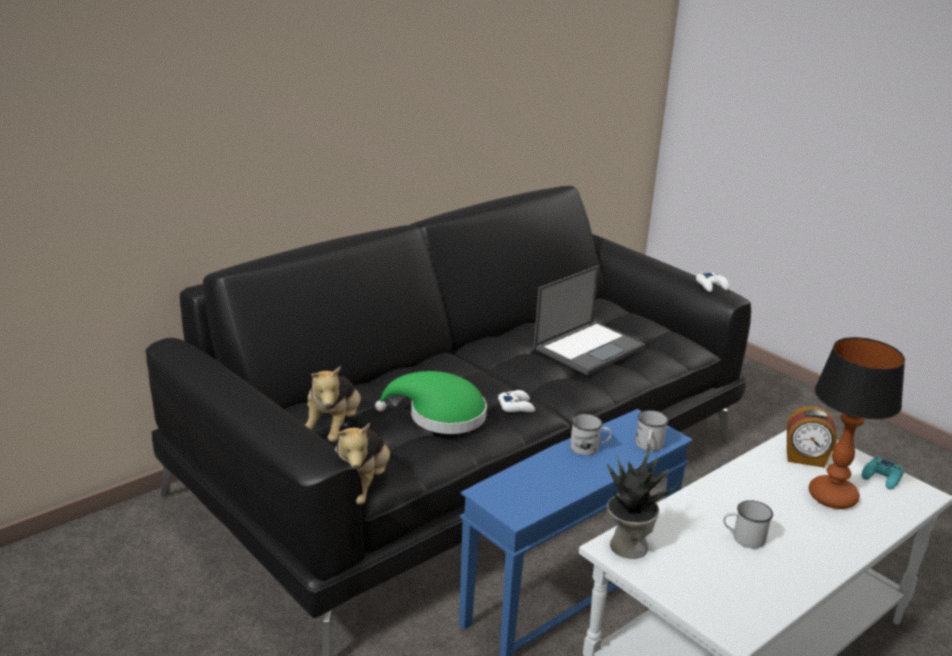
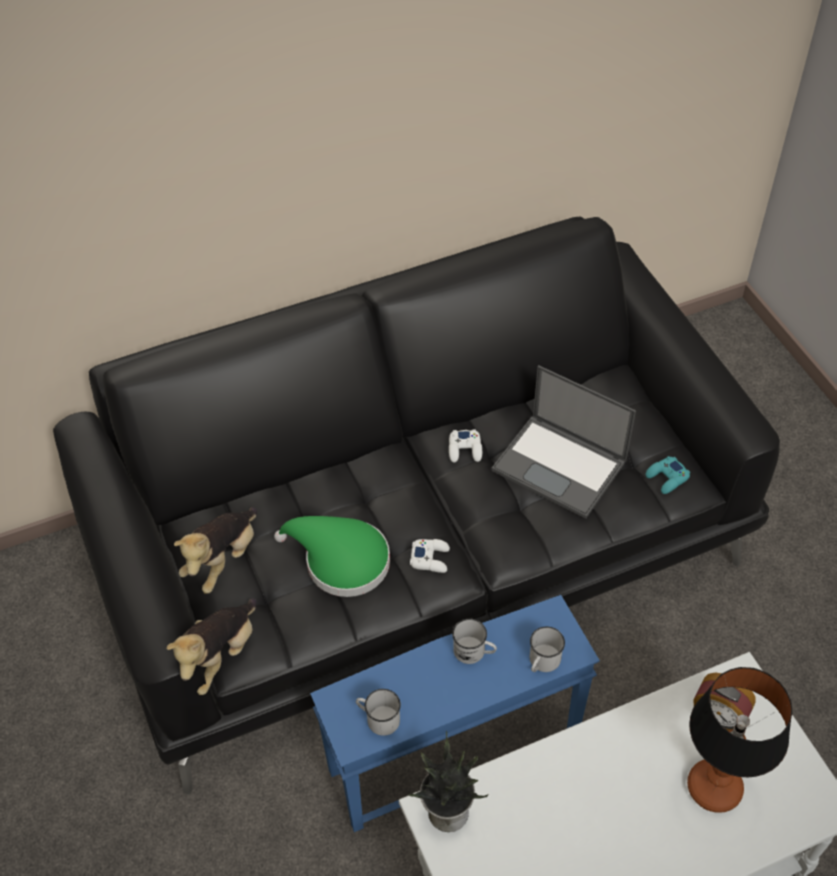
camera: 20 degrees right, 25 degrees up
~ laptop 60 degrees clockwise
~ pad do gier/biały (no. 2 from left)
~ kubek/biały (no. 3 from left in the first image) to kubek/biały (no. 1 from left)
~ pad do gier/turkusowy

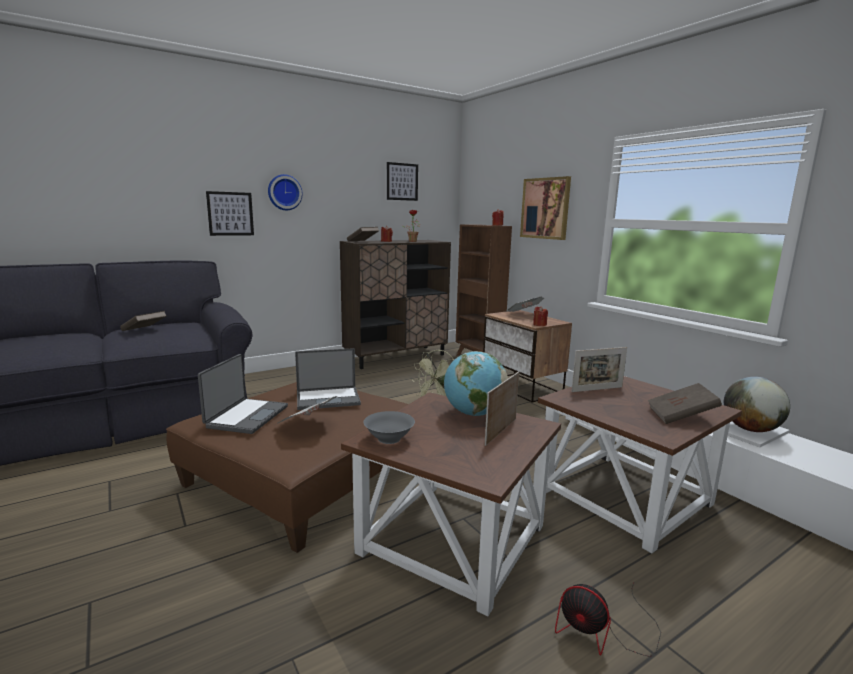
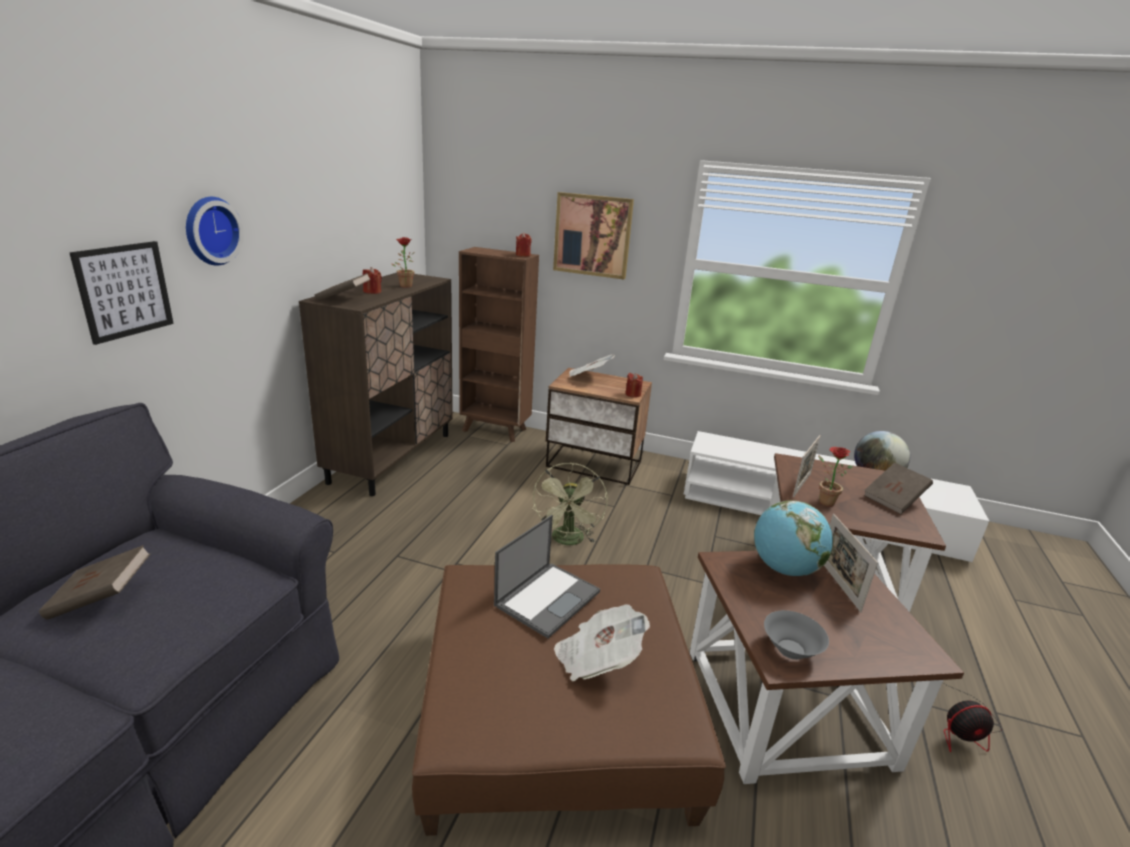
camera: 40 degrees left, 10 degrees up
- laptop (no. 1 from left)
- obraz (no. 2 from left)
+ roślina doniczkowa (no. 2 from left)

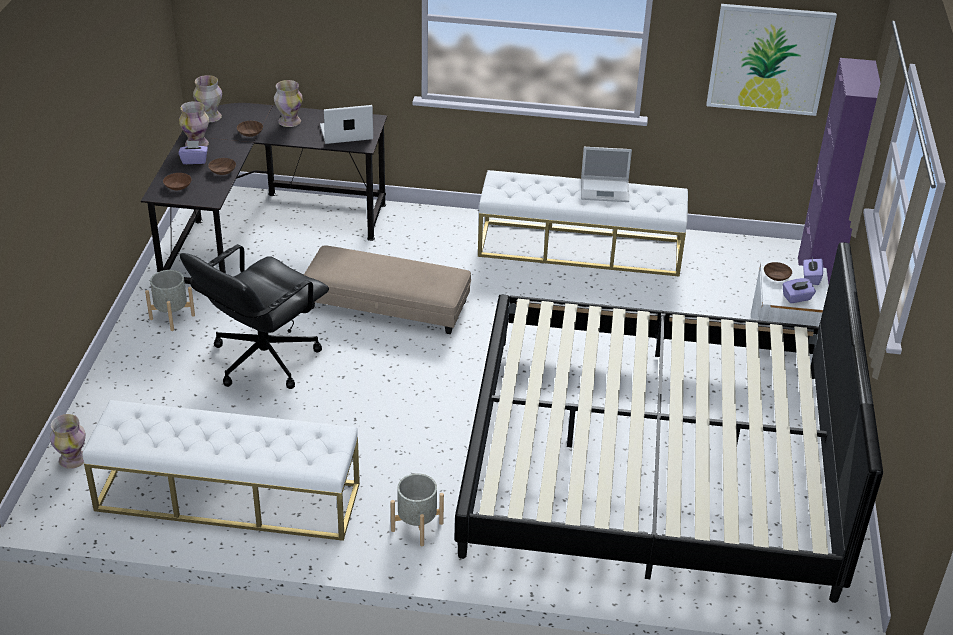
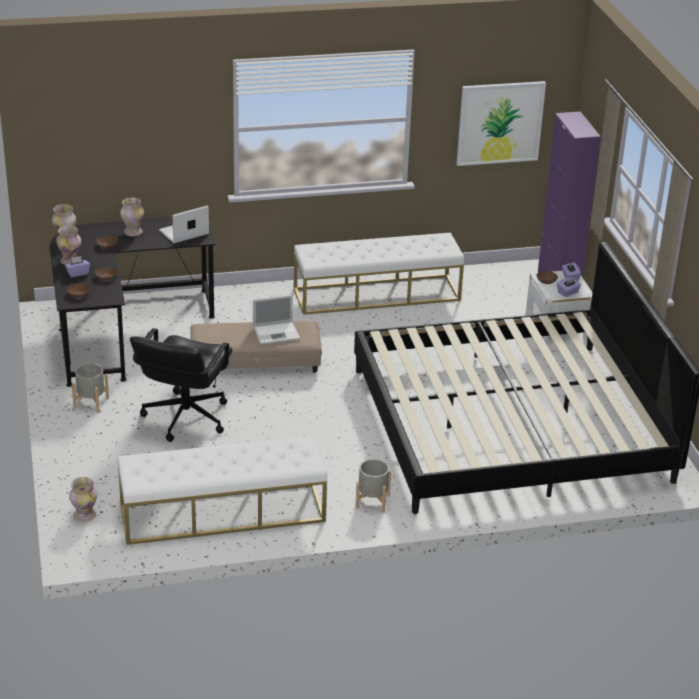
camera: 20 degrees left, 5 degrees down
~ laptop (no. 2 from left)

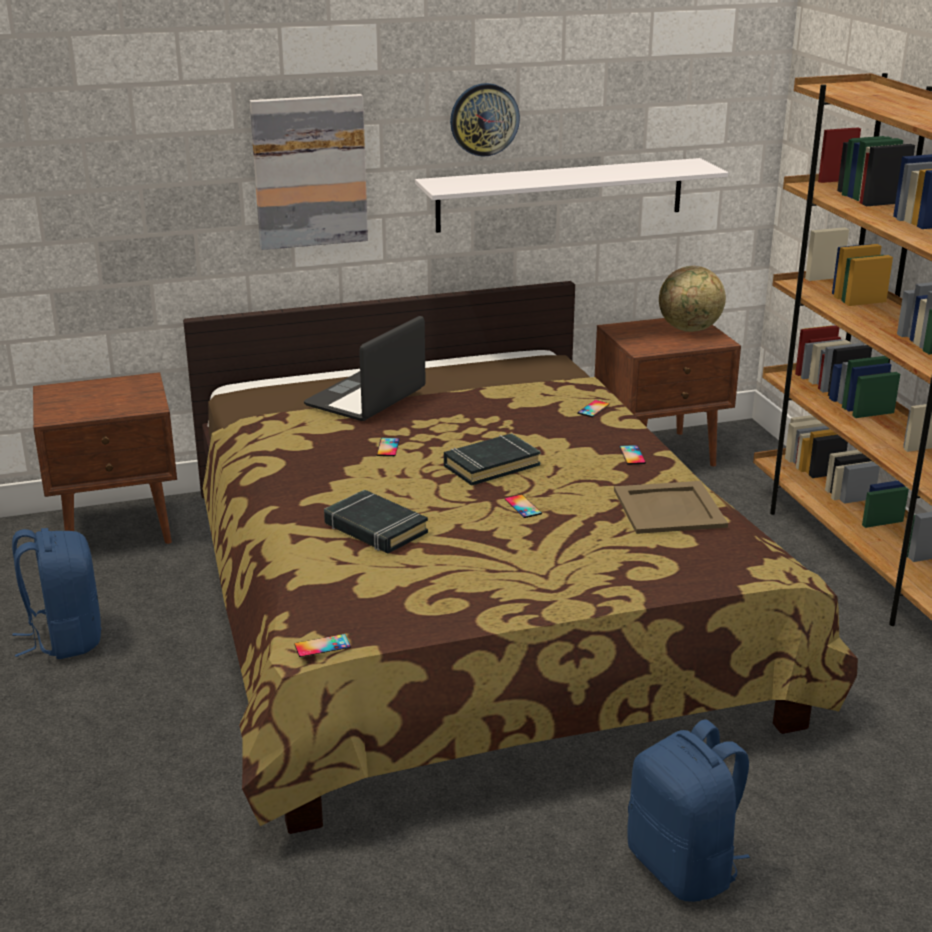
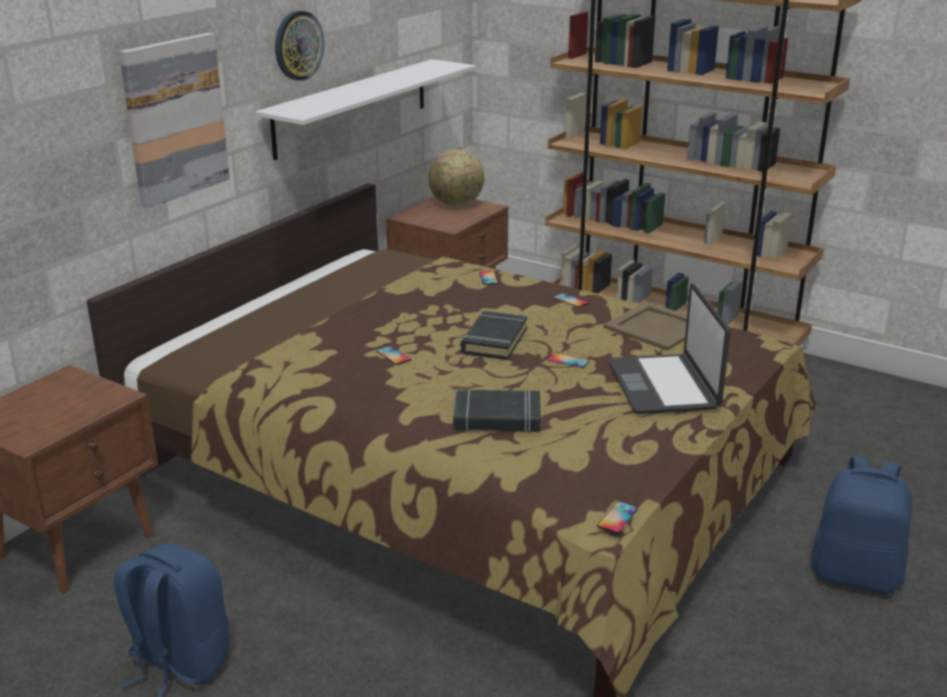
camera: 40 degrees left, 0 degrees up
~ laptop

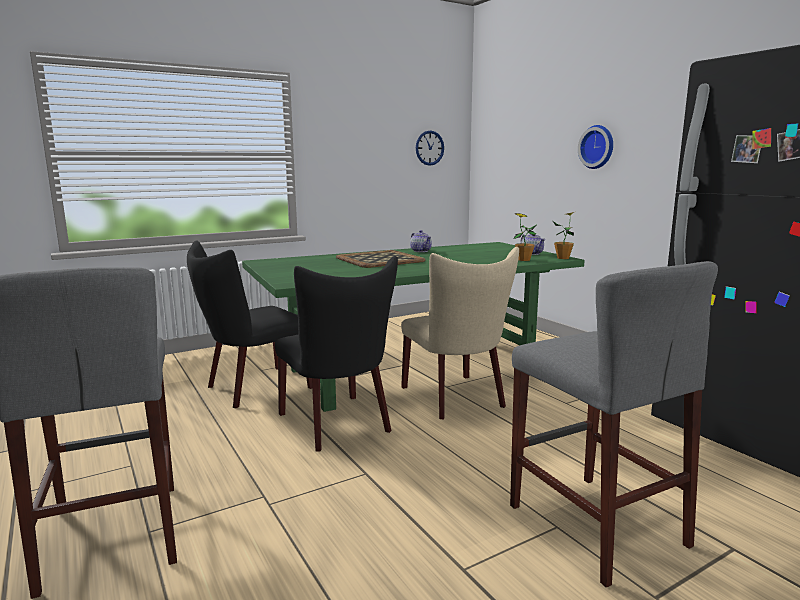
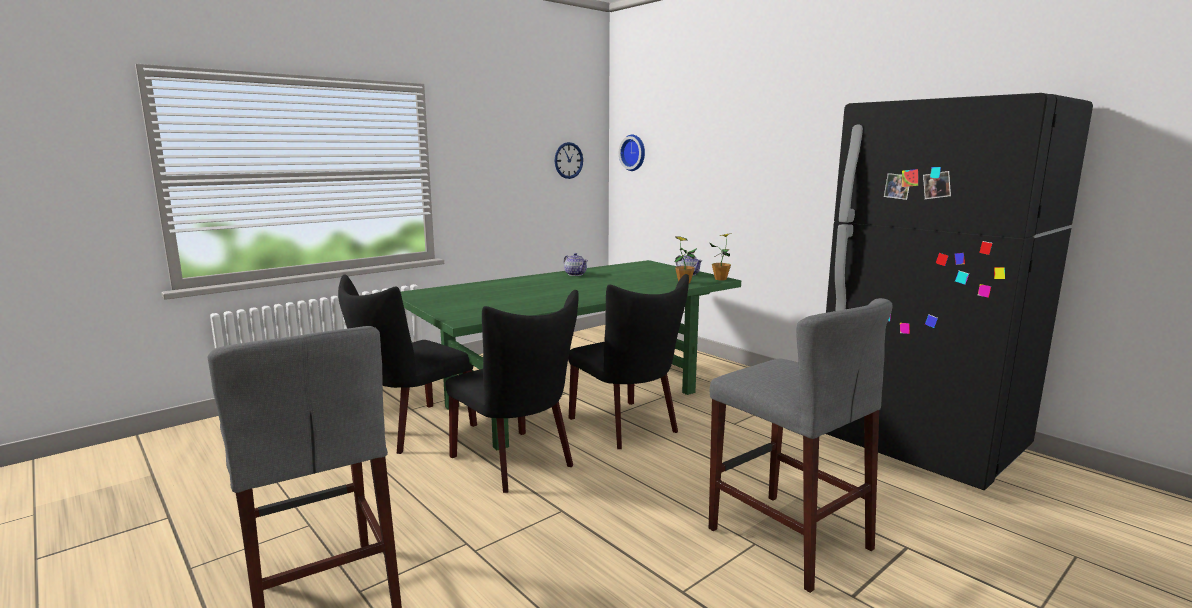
camera: 10 degrees left, 0 degrees up
- taca
~ krzesło/beżowy to krzesło/czarny (no. 3 from left)
~ zegar ścienny (no. 2 from left)

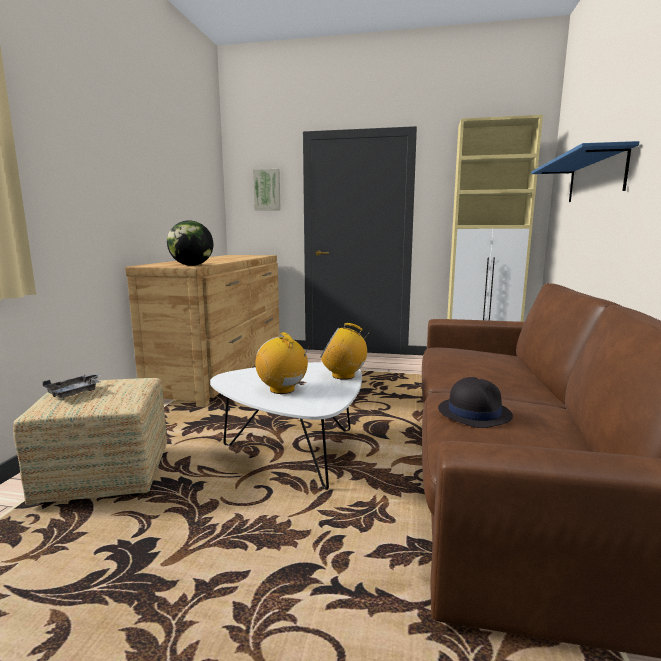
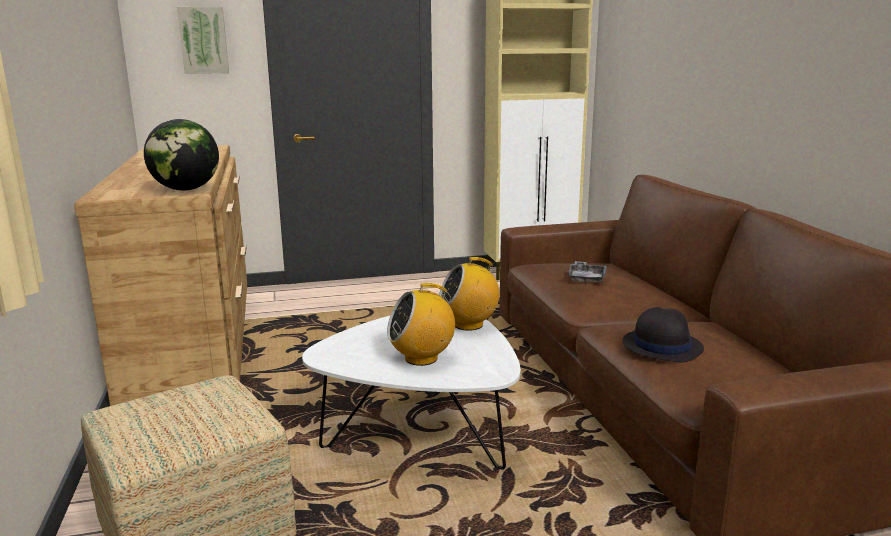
camera: 25 degrees left, 5 degrees up
~ taca/szary
~ radio (no. 1 from left) 45 degrees counterclockwise
- półka/niebieski

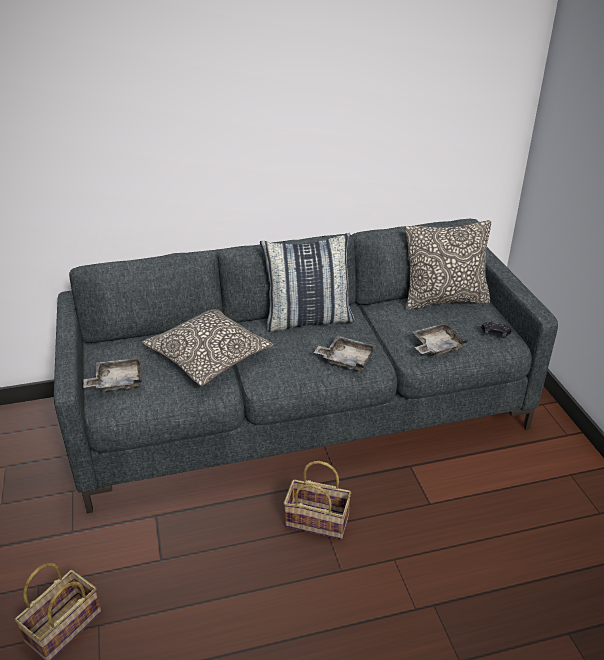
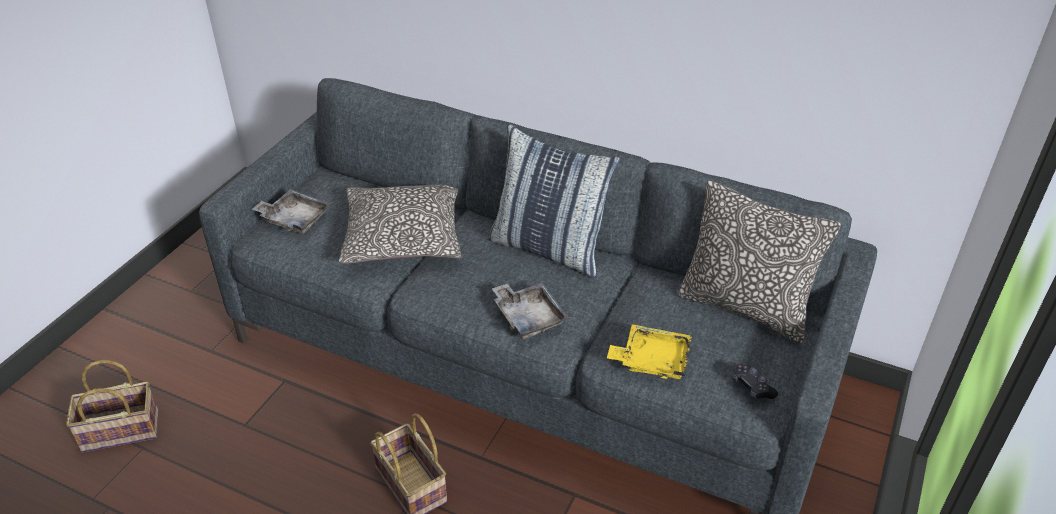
camera: 40 degrees right, 5 degrees up
~ taca/szary (no. 3 from left) to taca/żółty

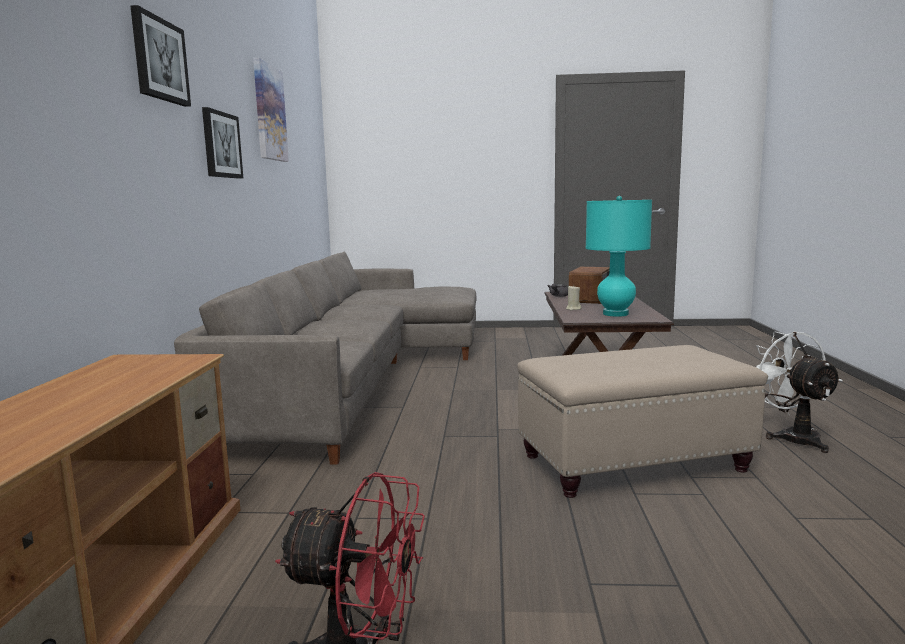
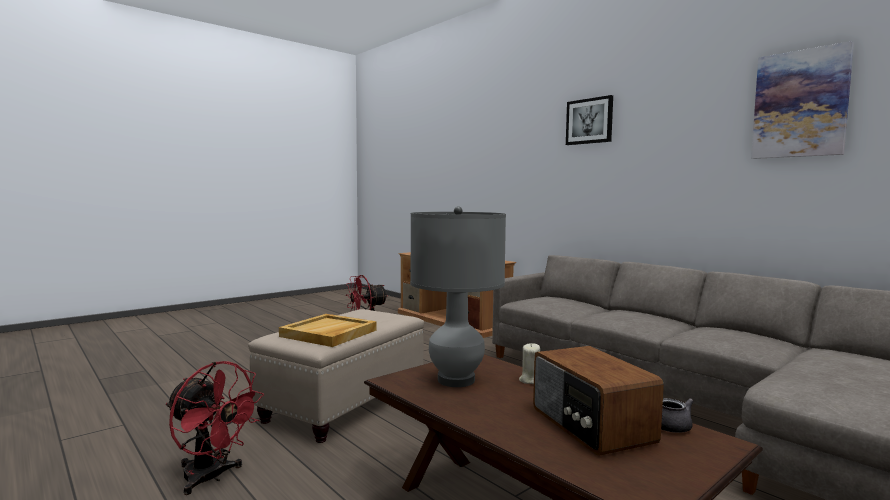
camera: 135 degrees right, 5 degrees down
- obraz (no. 2 from left)
~ lampa stołowa/turkusowy to lampa stołowa/szary
~ wentylator/biały to wentylator/czerwony (no. 1 from left)
+ taca/beżowy

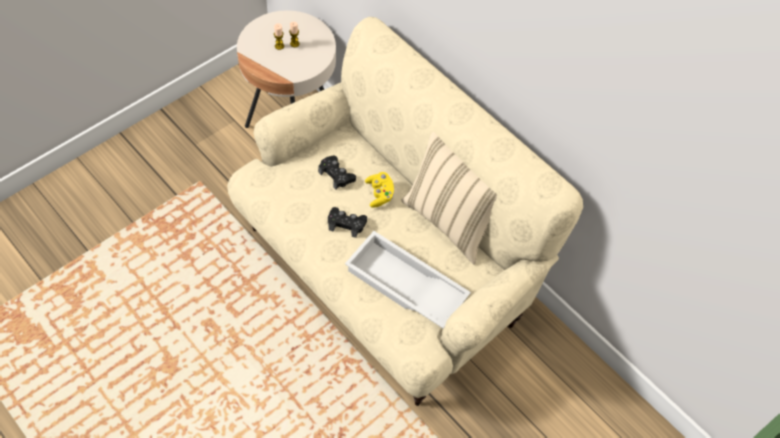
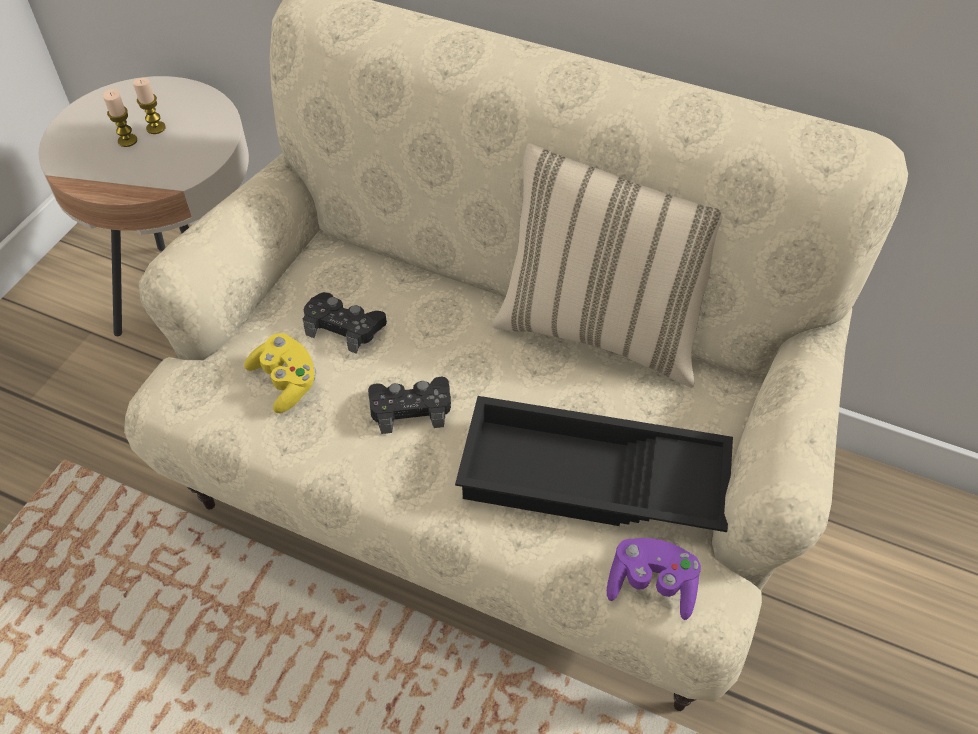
camera: 20 degrees left, 5 degrees down
~ taca/biały to taca/czarny
~ pad do gier/żółty
+ pad do gier/fioletowy

